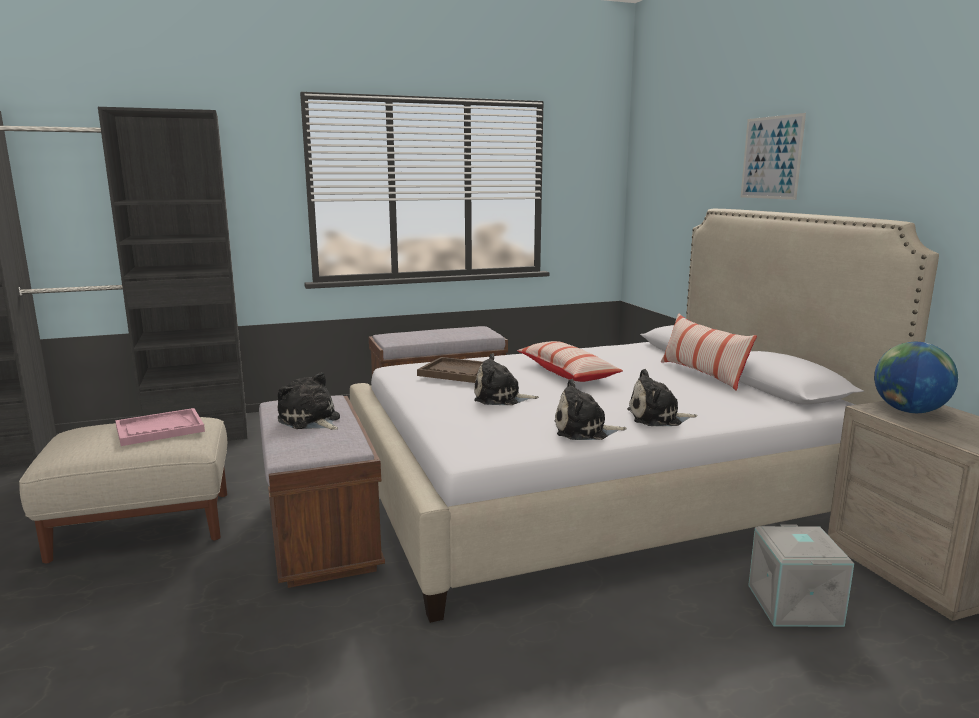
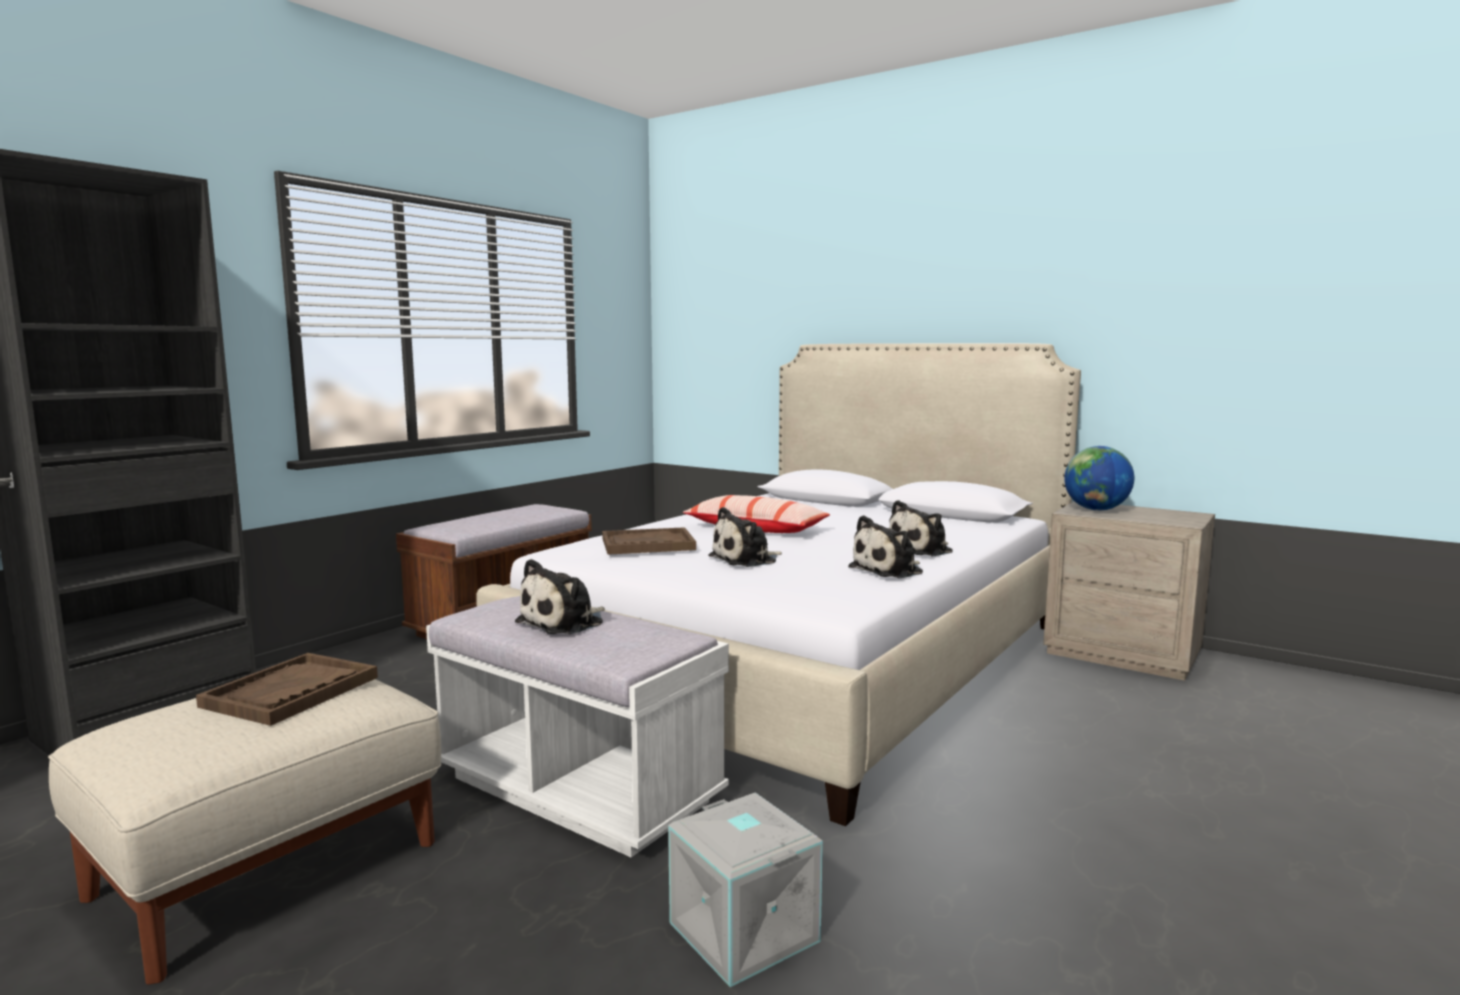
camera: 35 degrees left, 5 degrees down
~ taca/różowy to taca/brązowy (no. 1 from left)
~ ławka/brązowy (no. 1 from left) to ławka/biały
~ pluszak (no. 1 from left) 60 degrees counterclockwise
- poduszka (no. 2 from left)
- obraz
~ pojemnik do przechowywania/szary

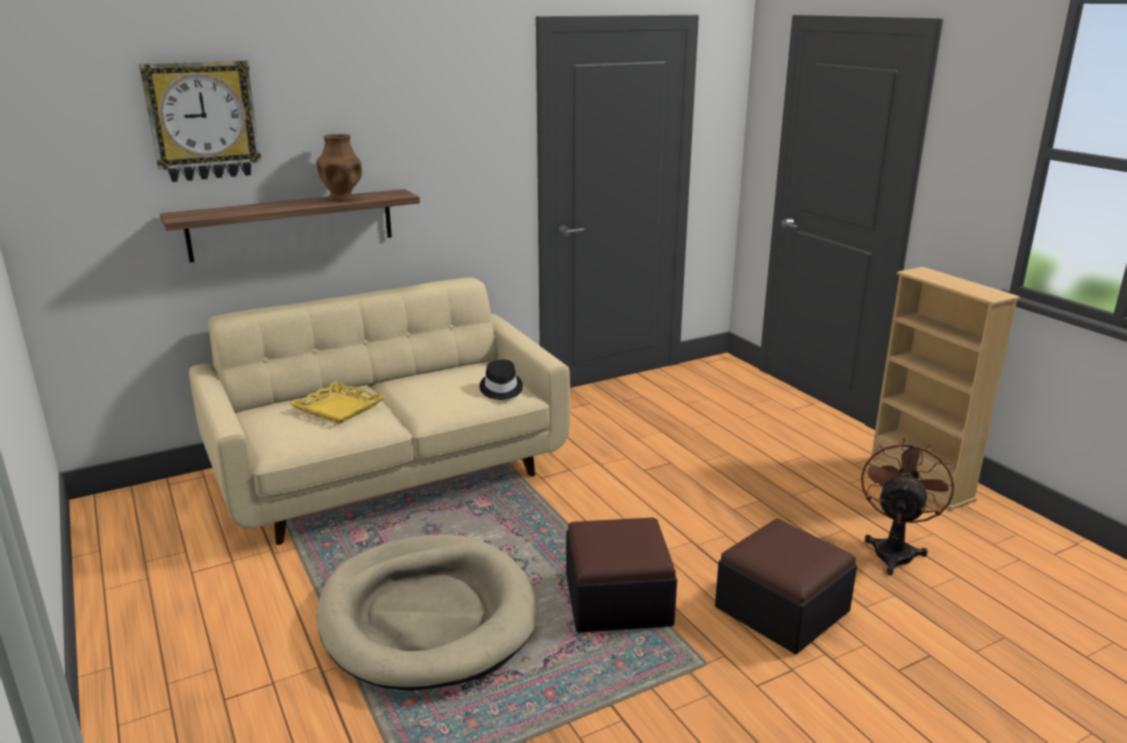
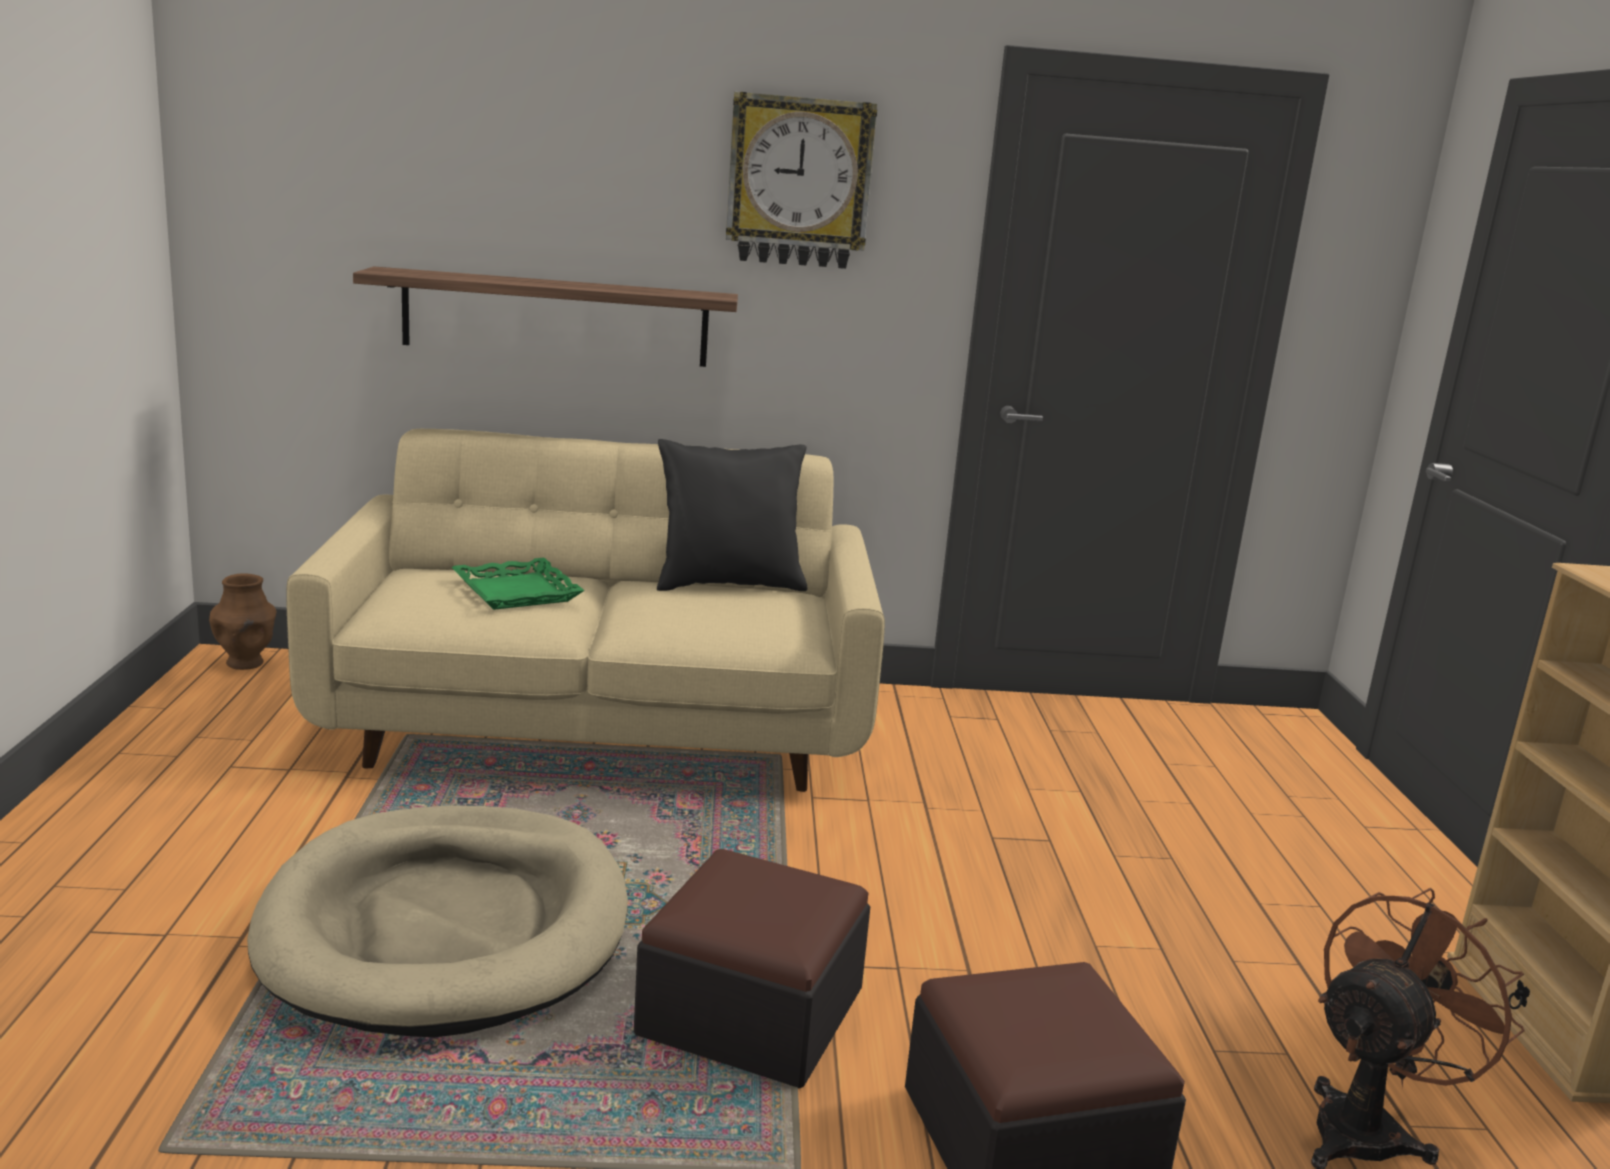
camera: 25 degrees right, 5 degrees down
~ zegar ścienny
~ taca/żółty to taca/zielony
~ wazon/brązowy
- kapelusz/czarny
+ poduszka/czarny

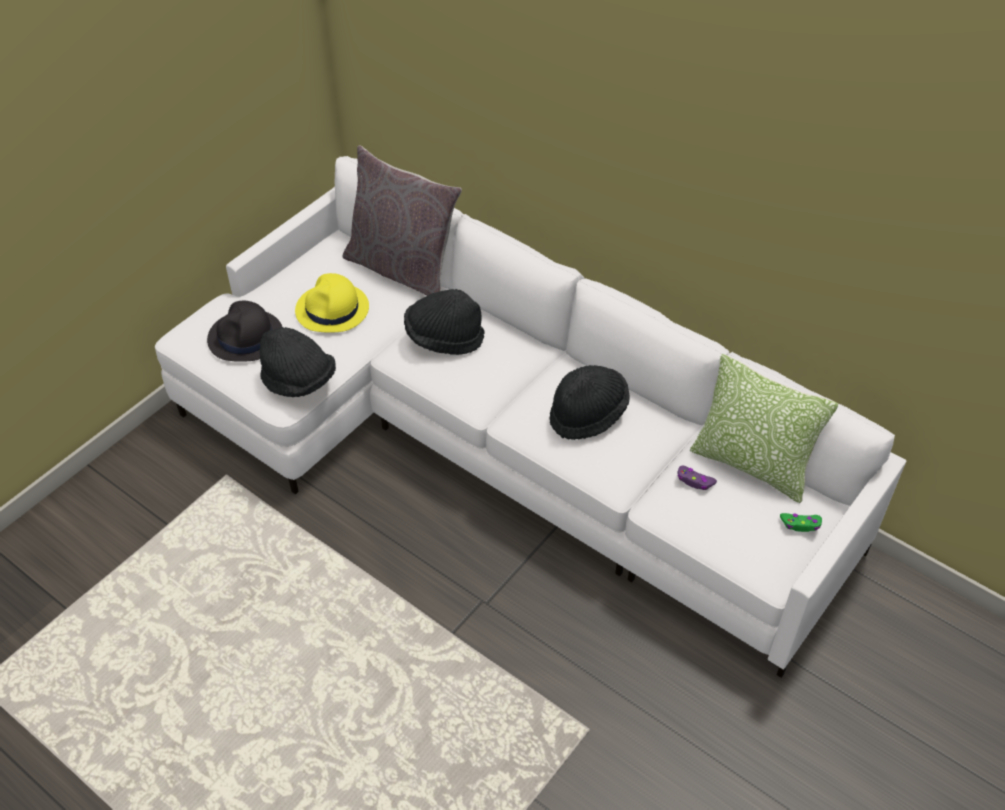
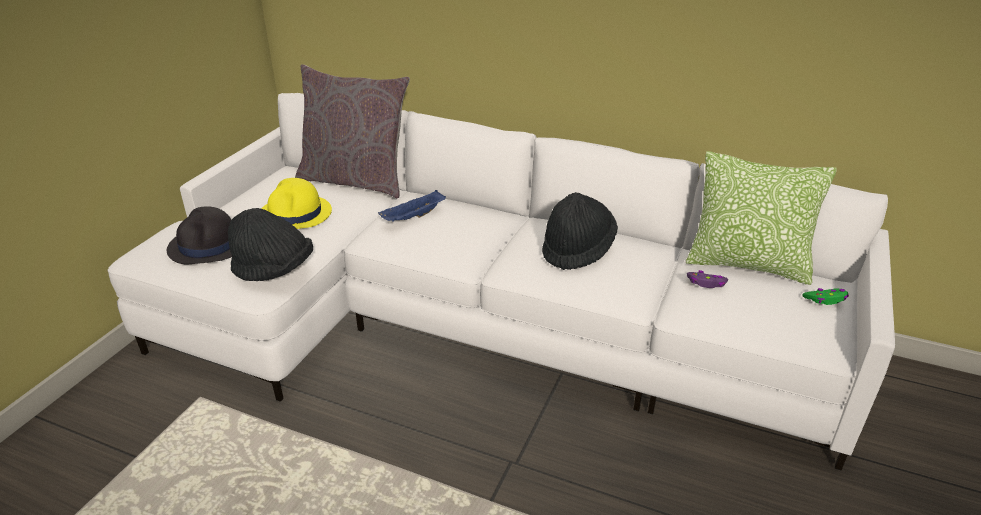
camera: 15 degrees left, 15 degrees down
~ kapelusz/czarny (no. 3 from left) to taca/niebieski

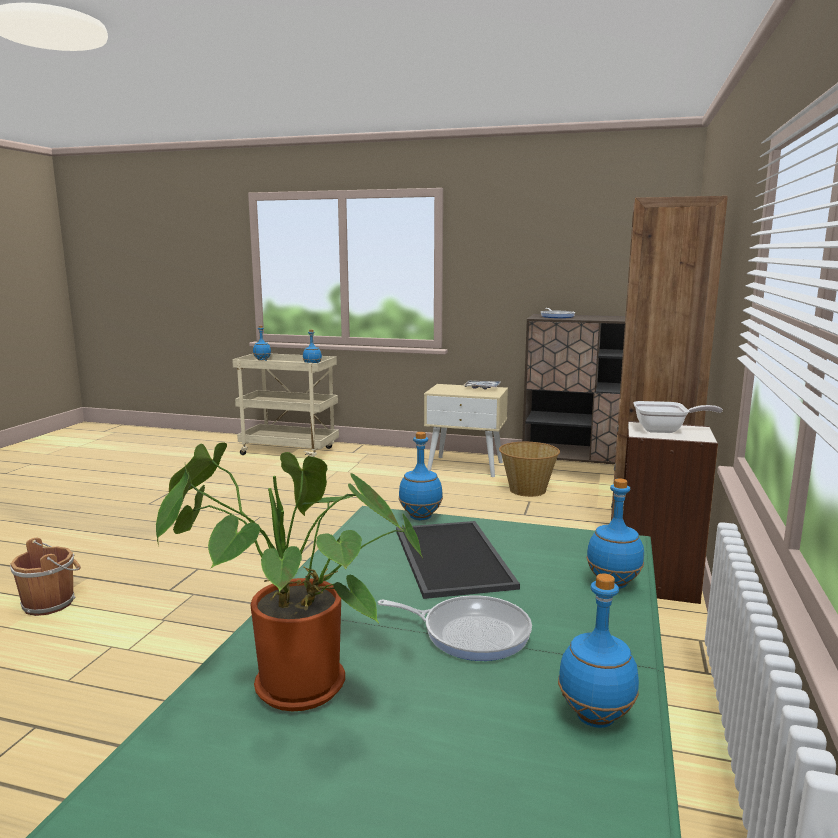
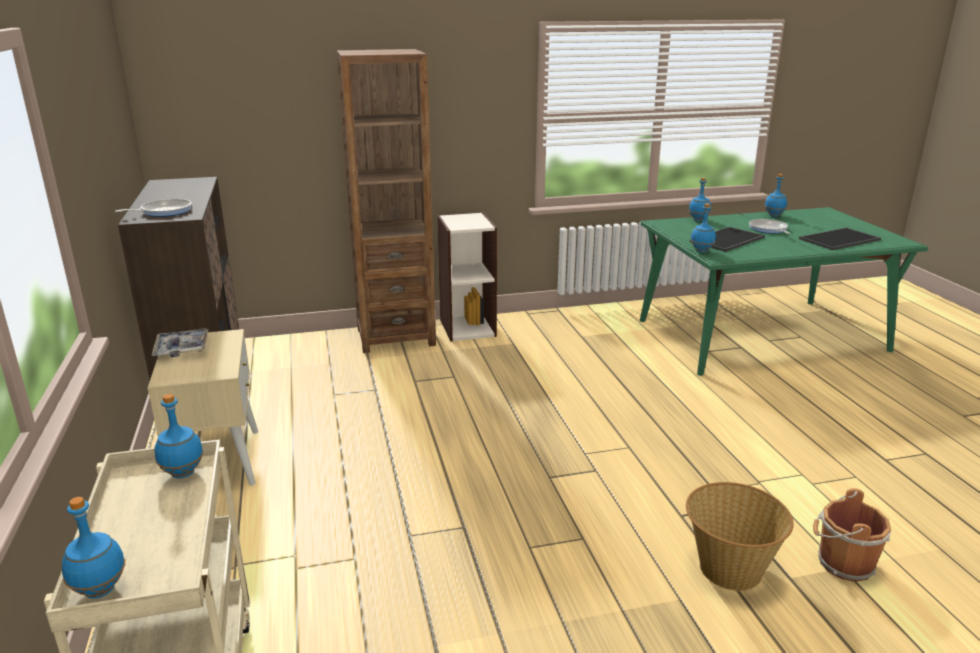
camera: 120 degrees left, 10 degrees up
~ roślina doniczkowa to taca (no. 3 from left)
~ koszyk
- patelnia (no. 3 from left)

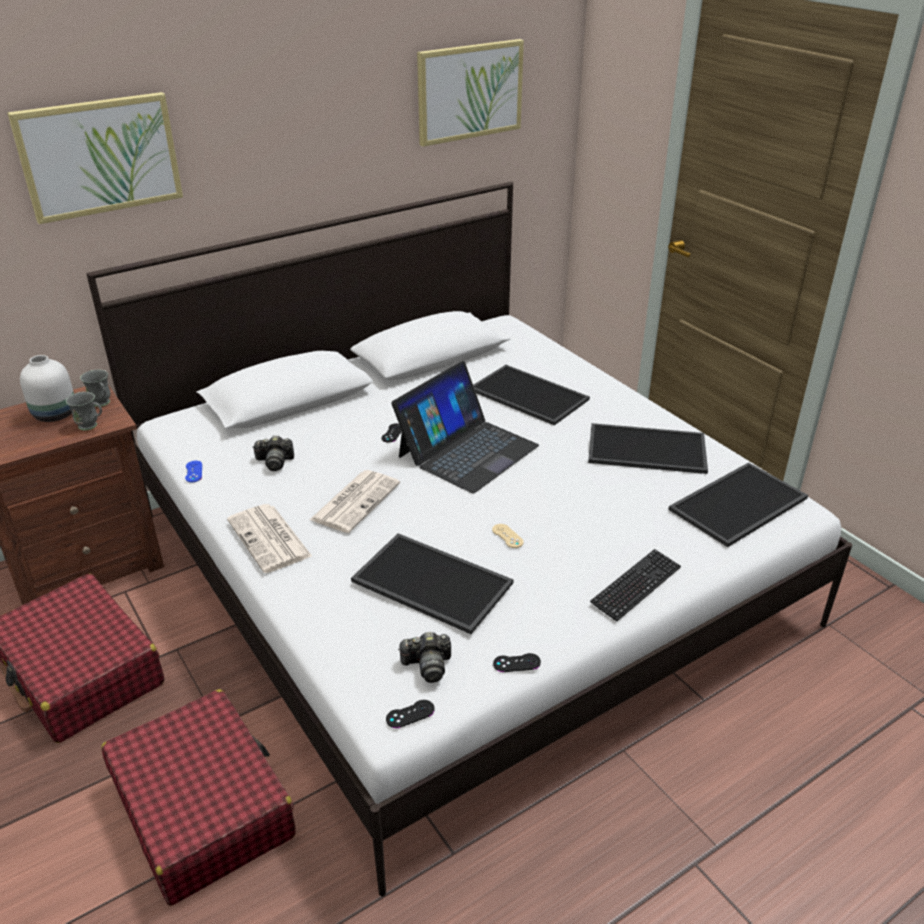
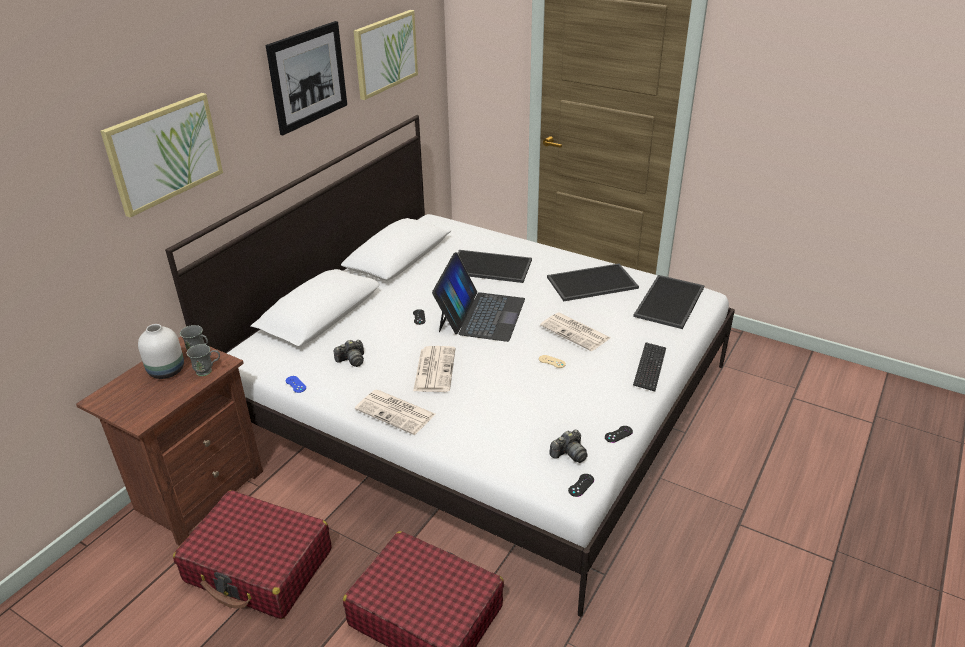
camera: 25 degrees left, 0 degrees up
- taca (no. 1 from left)
+ obraz (no. 2 from left)
+ gazeta (no. 3 from left)

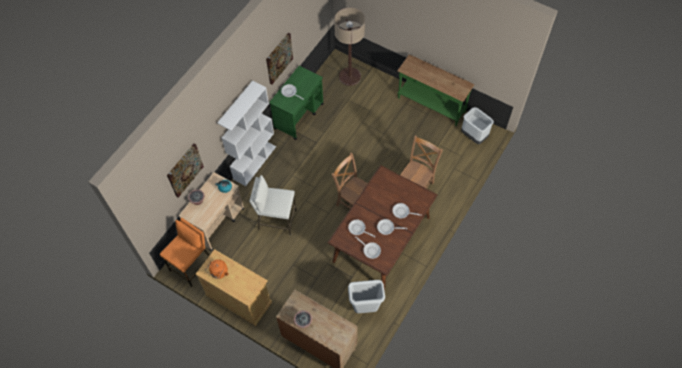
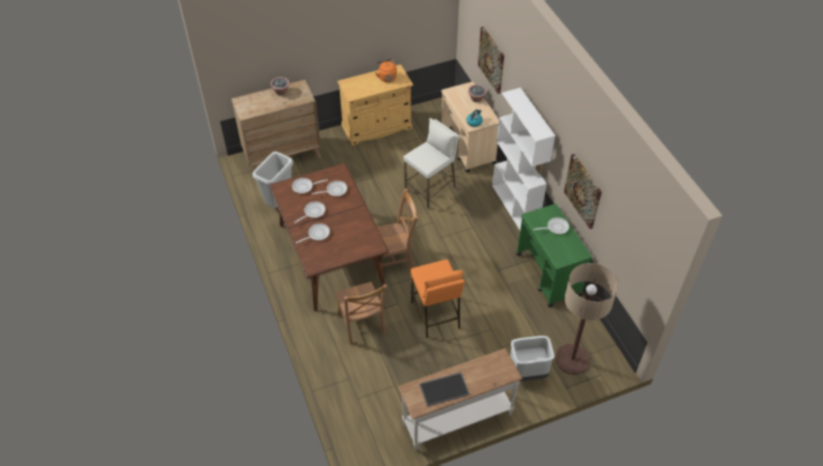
camera: 125 degrees right, 10 degrees down
~ stołek/pomarańczowy
~ stolik konsolowy/zielony to stolik konsolowy/biały
~ kosz na śmieci/szary (no. 2 from left)
+ taca

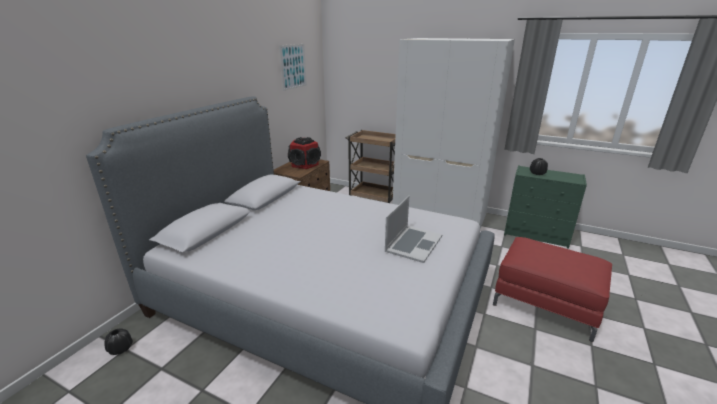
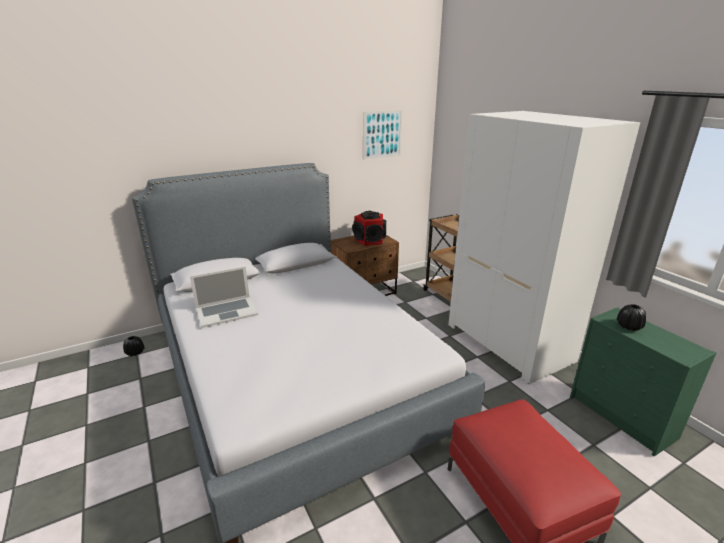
camera: 35 degrees right, 0 degrees up
~ laptop

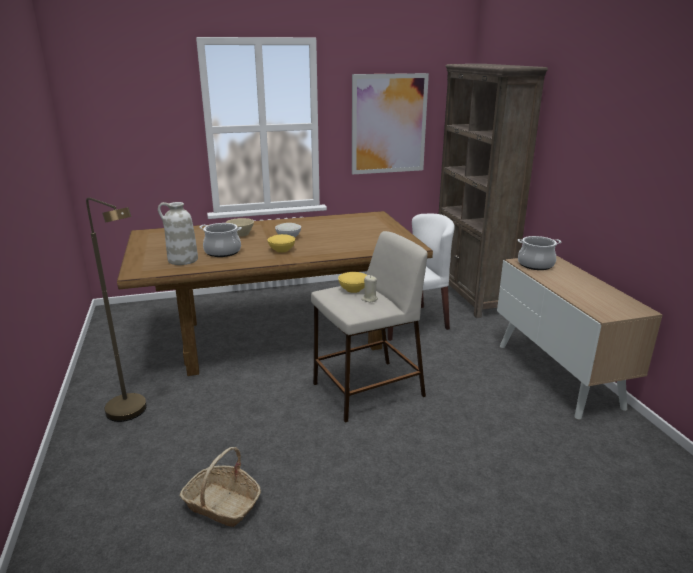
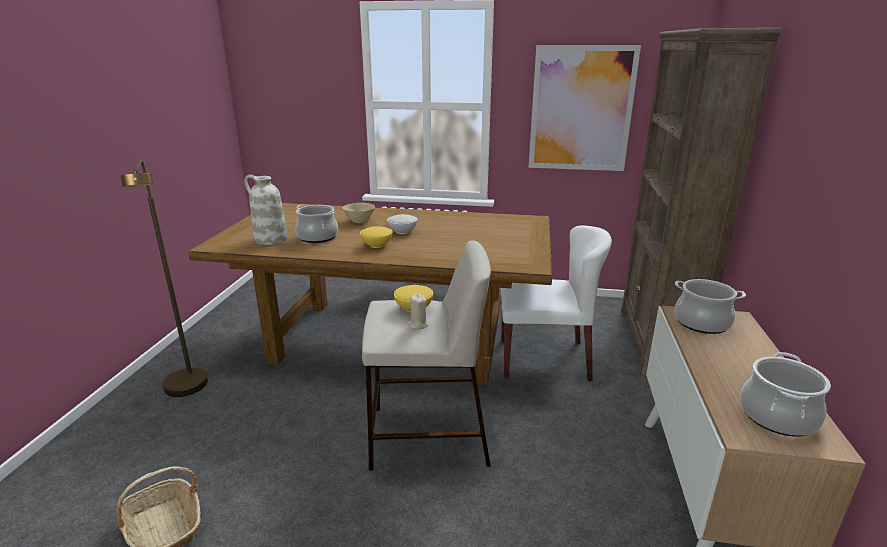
camera: 25 degrees right, 0 degrees up
+ garnek (no. 3 from left)

